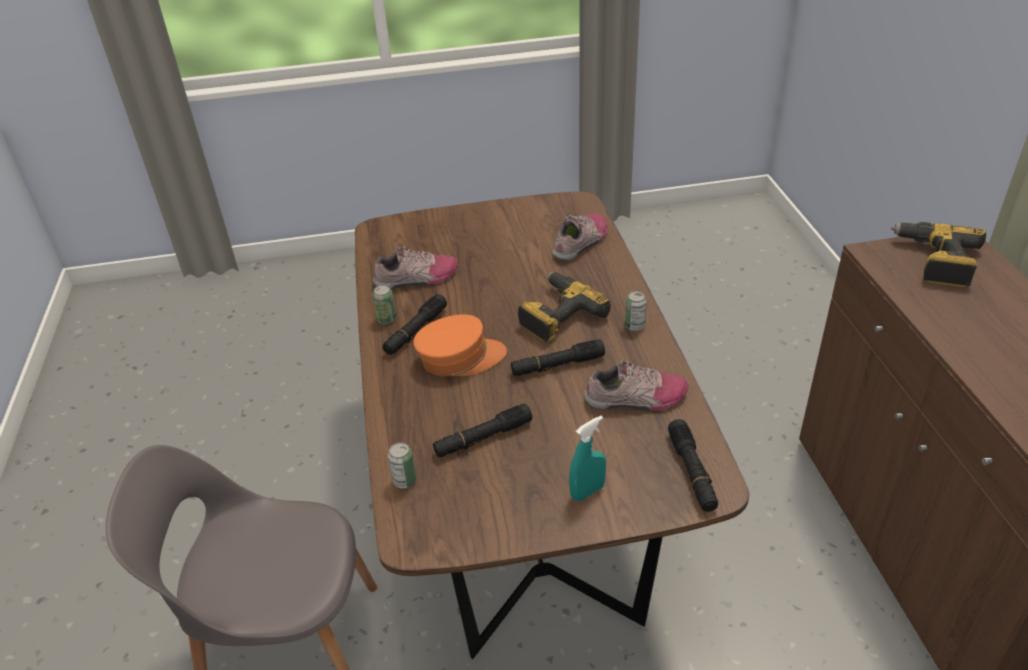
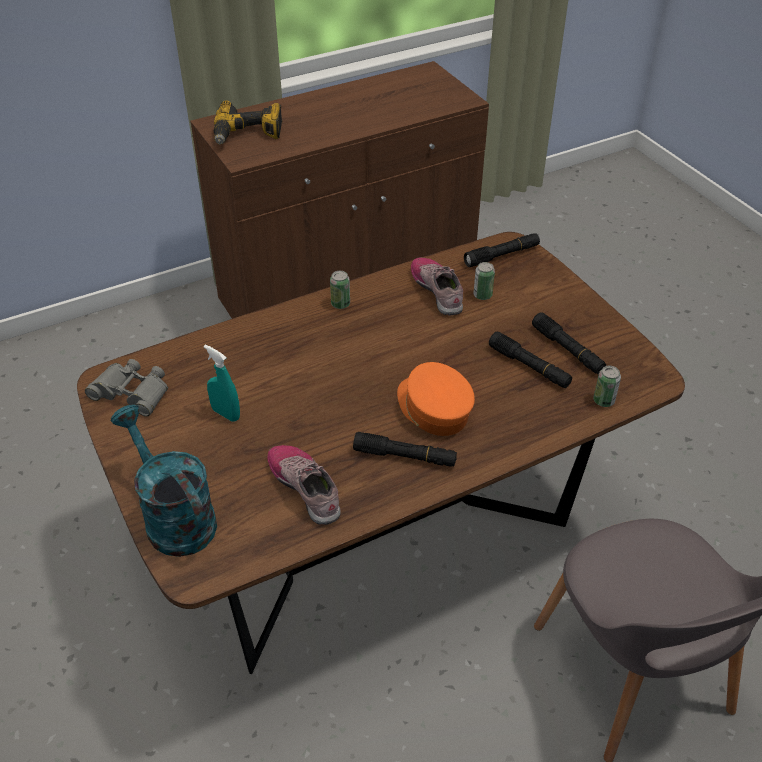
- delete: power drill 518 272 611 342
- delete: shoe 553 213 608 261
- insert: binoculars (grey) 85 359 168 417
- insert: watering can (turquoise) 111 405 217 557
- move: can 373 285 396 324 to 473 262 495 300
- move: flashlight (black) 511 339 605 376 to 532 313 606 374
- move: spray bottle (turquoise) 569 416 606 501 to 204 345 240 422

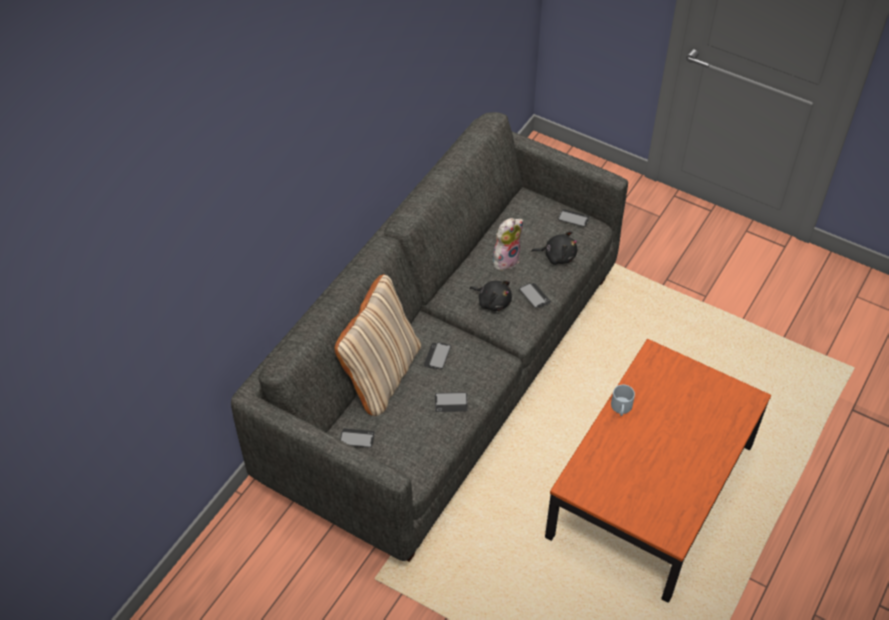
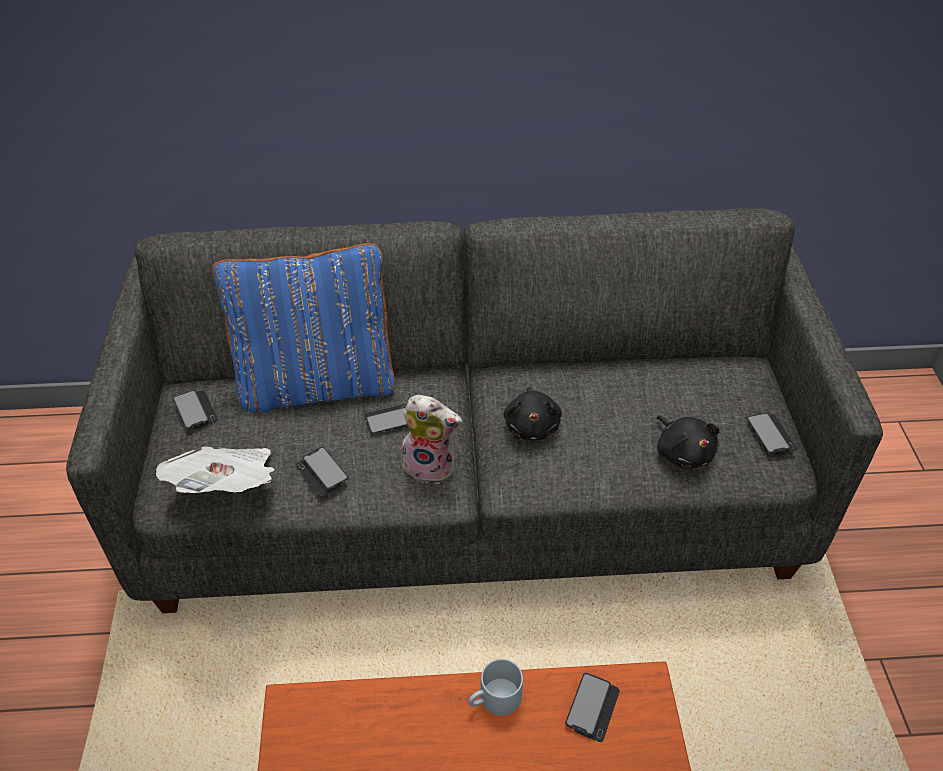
- insert: newspaper 156 446 275 493
- move: plush toy 493 218 523 270 to 402 395 463 484
- move: phone 519 283 551 308 to 565 673 620 742
- recolor: pillow (beige) 334 274 421 416 to pillow (blue) 212 243 395 413

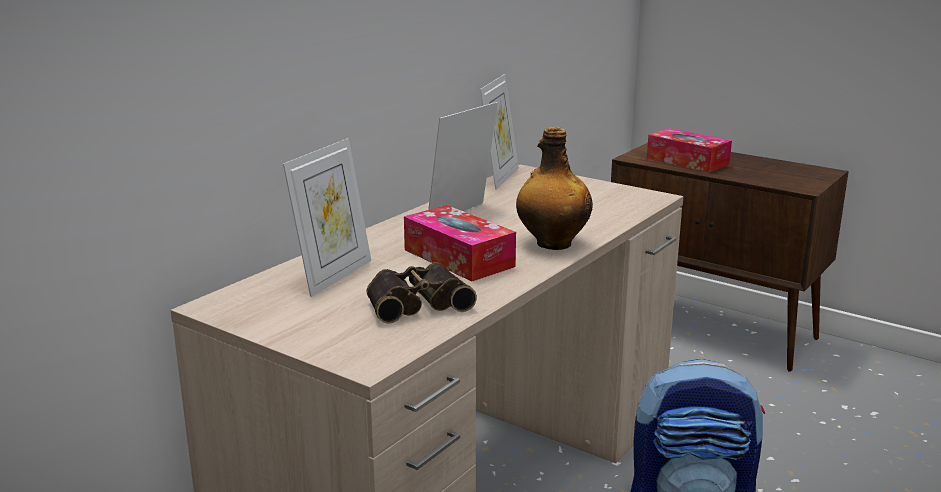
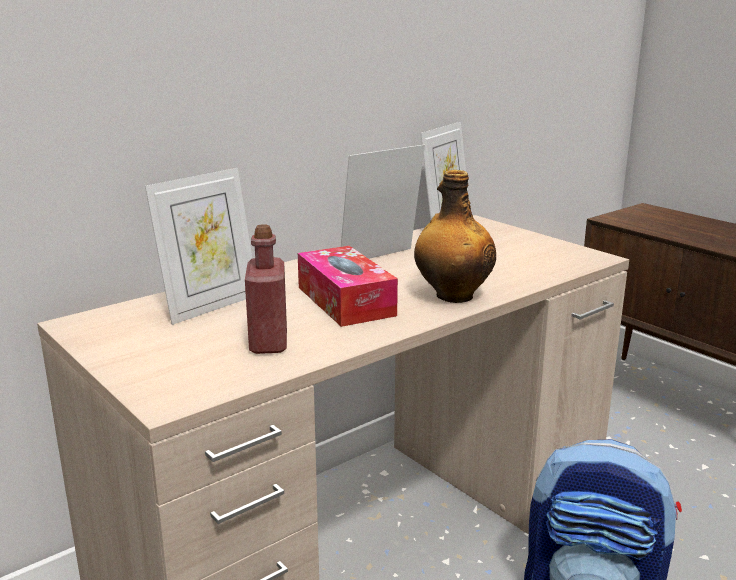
- delete: tissue box 647 128 732 173
- replace: binoculars 367 262 477 324 to bottle (red) 245 224 287 354

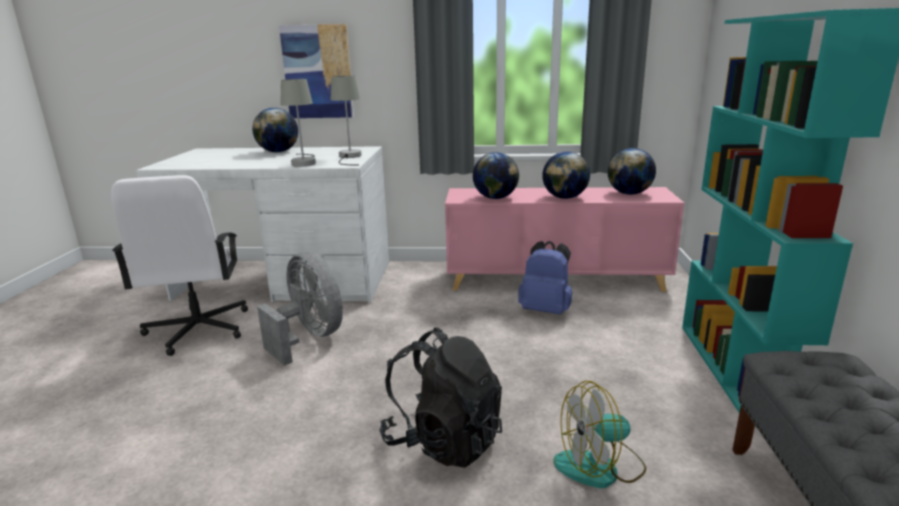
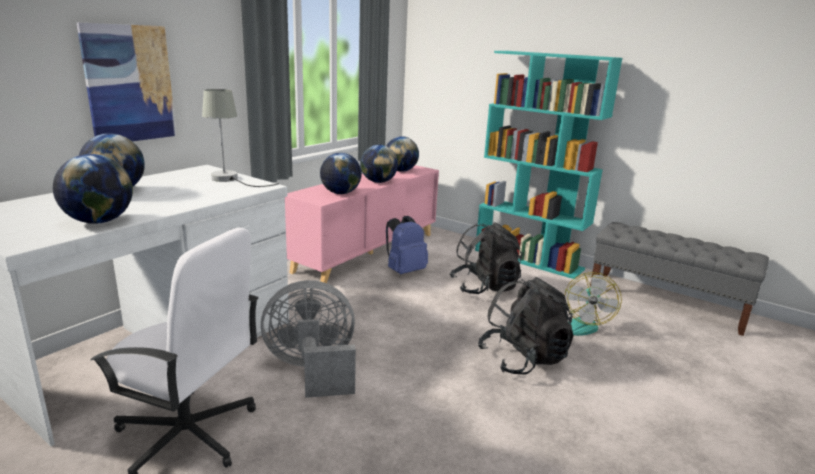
- delete: table lamp (grey) 280 79 316 167
- insert: globe 53 154 133 224
- insert: backpack (black) 450 222 523 294

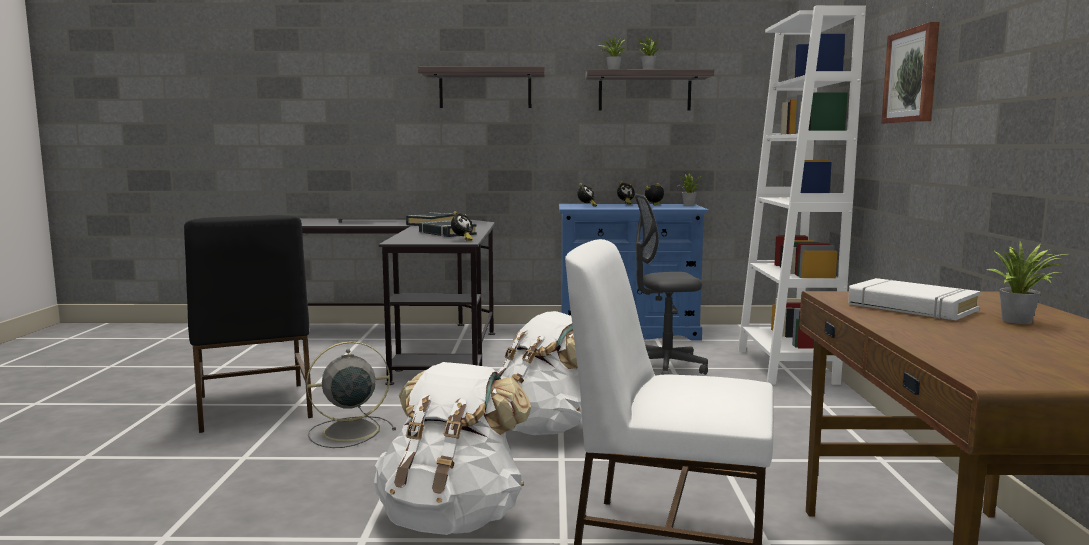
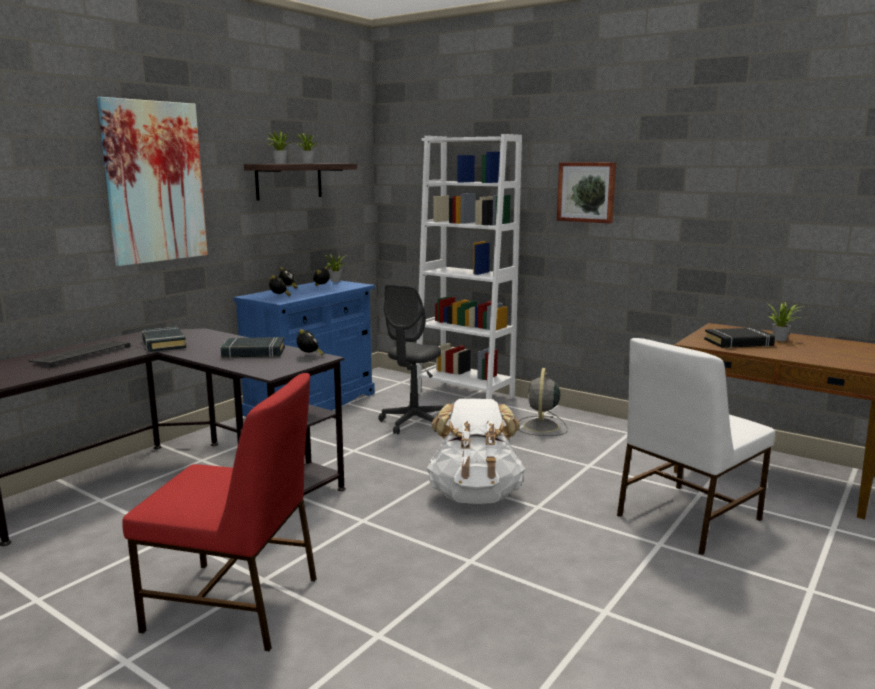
- delete: backpack (white) 374 362 531 535
- move: fan (grey) 306 341 396 448 to 519 368 568 436
- replace: shelf 418 66 545 108 to picture 97 97 208 266
- recolor: chair (black) 184 215 313 433 to chair (red) 122 373 317 651
- recolor: book (white) 848 278 981 320 to book (black) 704 328 775 348

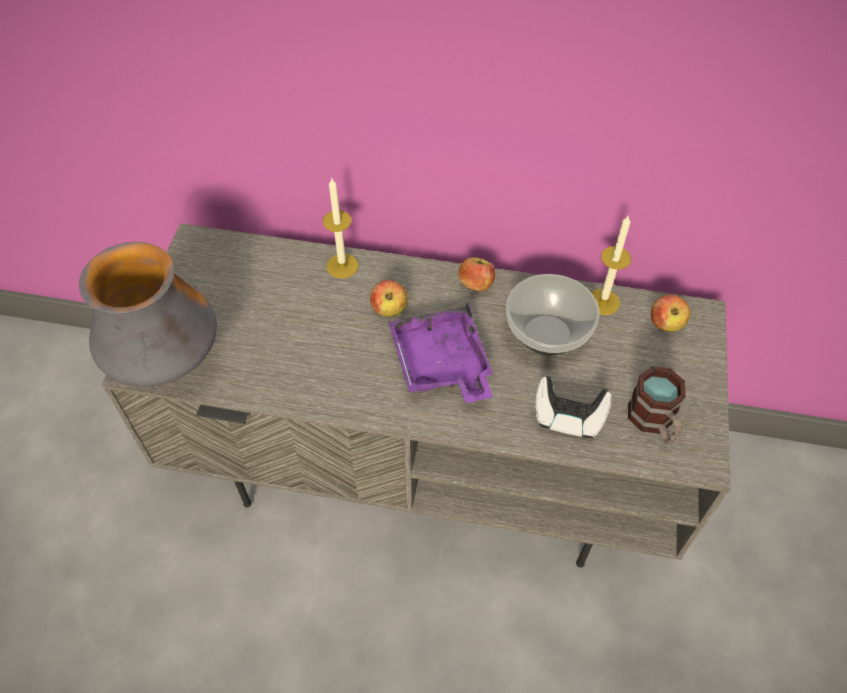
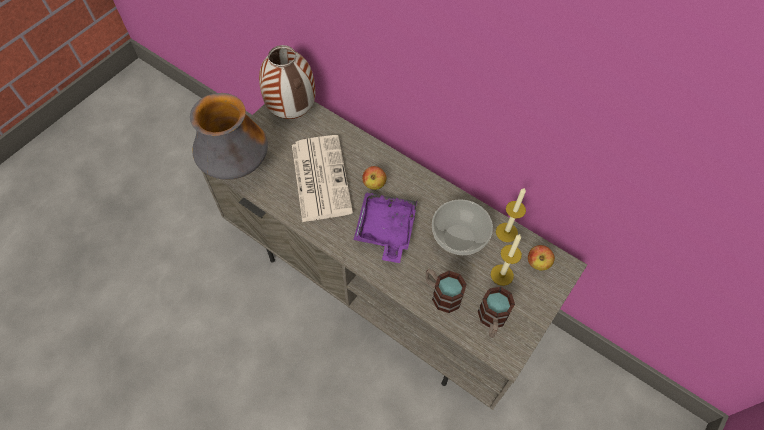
- delete: apple 458 257 495 292
- insert: vase 259 45 315 119
- insert: newspaper 292 135 353 222
- move: candle 322 177 359 278 to 491 234 522 286
- replace: game controller 535 376 612 438 to mug 425 269 467 313

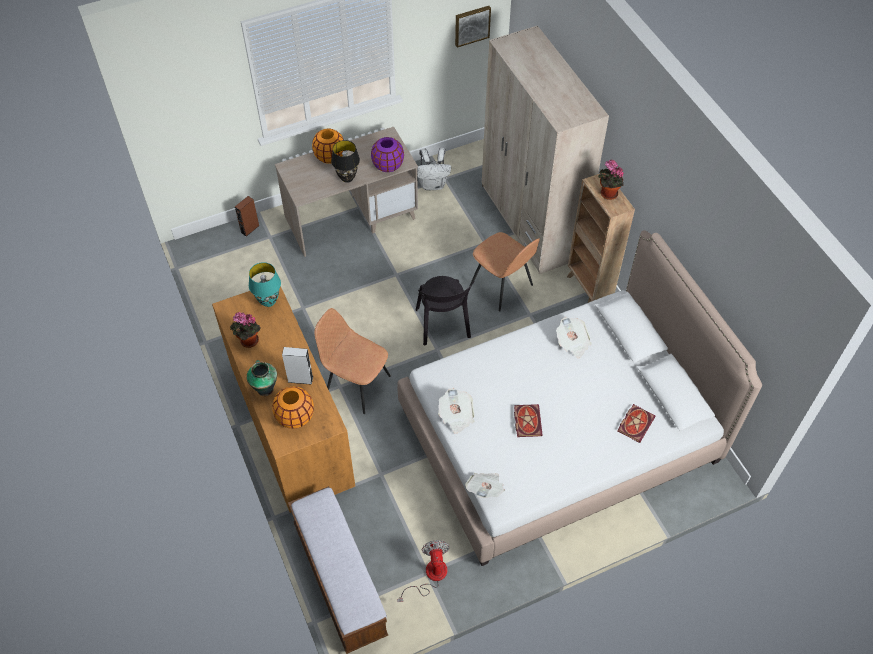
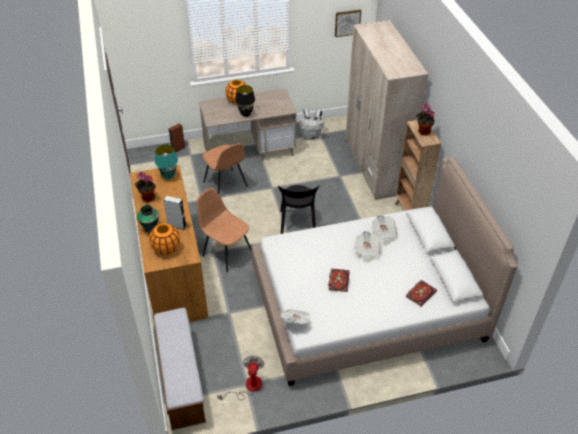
- delete: vase (purple) 371 137 404 172
- move: newspaper 438 388 474 434 to 354 231 381 263
- move: chair (brown) 469 232 540 311 to 203 143 248 194

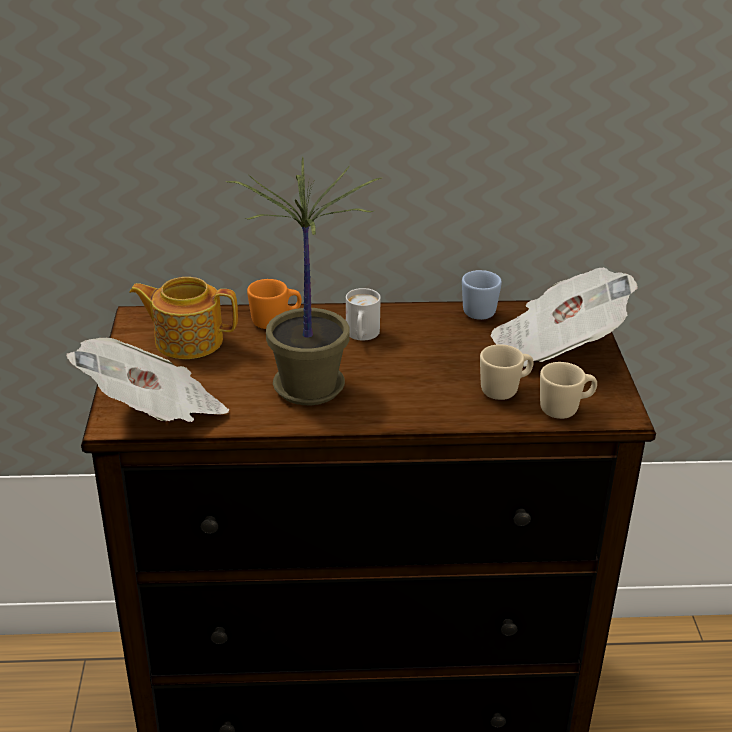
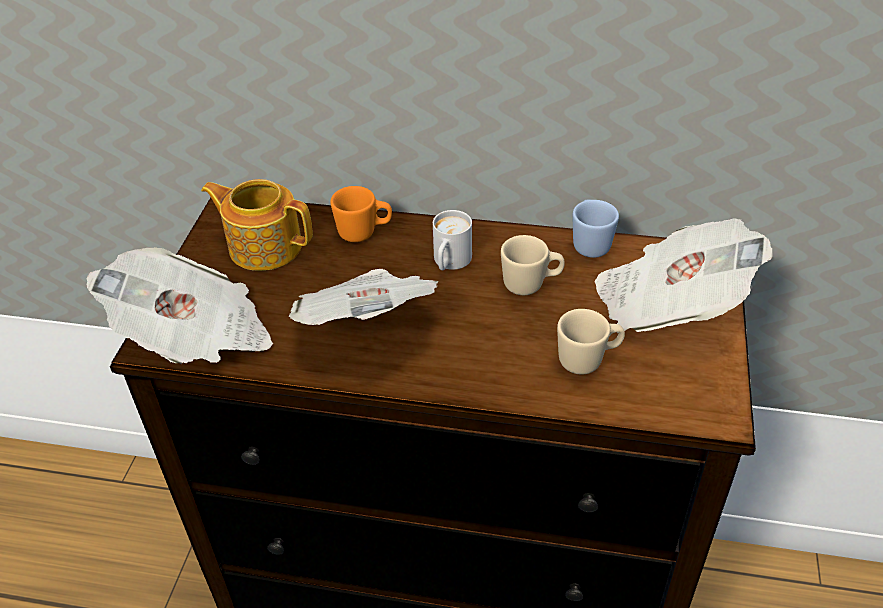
- move: mug (beige) 540 362 597 419 to 501 235 565 295
- replace: potted plant 226 156 383 405 to newspaper 289 269 439 325

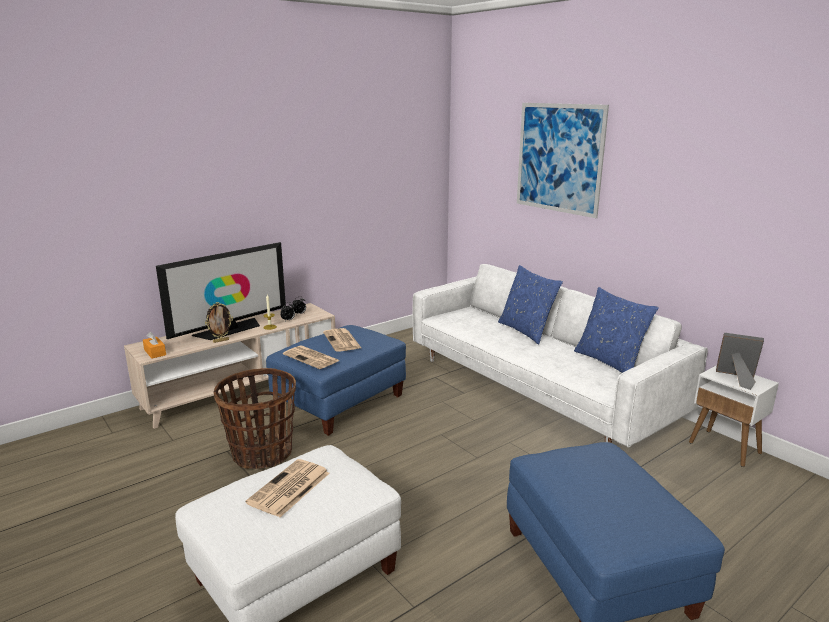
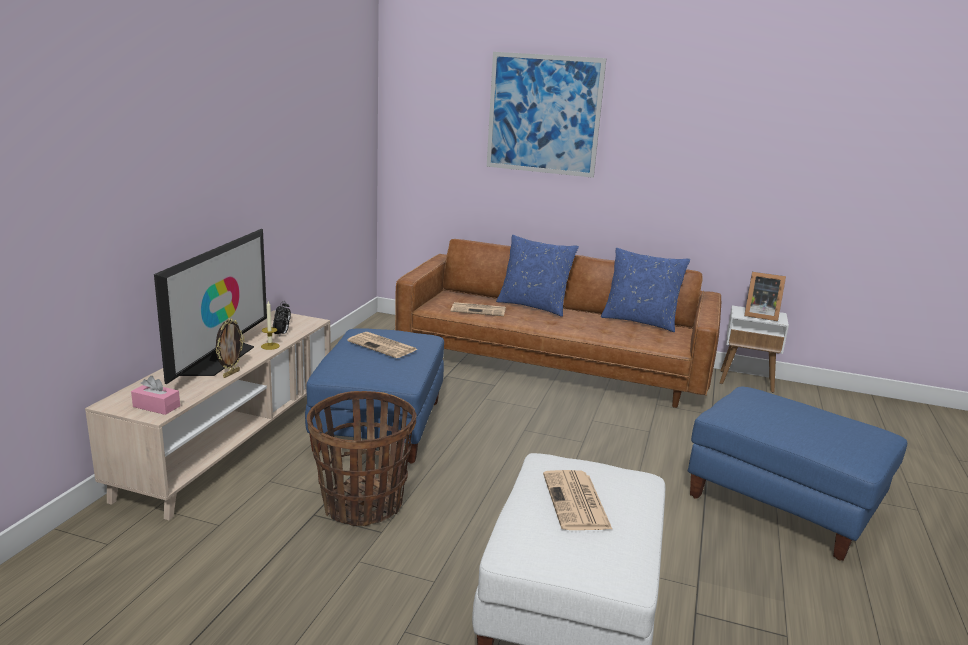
- move: newspaper 283 345 339 369 to 451 302 506 316
- recolor: tissue box (orange) 143 332 166 359 to tissue box (pink) 131 376 180 415
- recolor: sofa (white) 413 264 708 447 to sofa (brown) 395 239 721 408
- rotate: picture frame 716 333 764 390 = 744 272 786 321 150 degrees counterclockwise

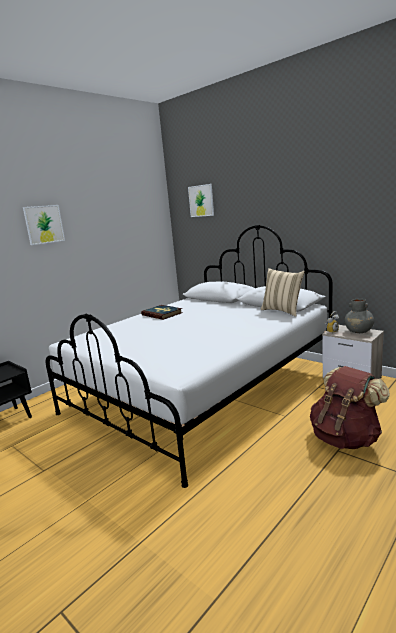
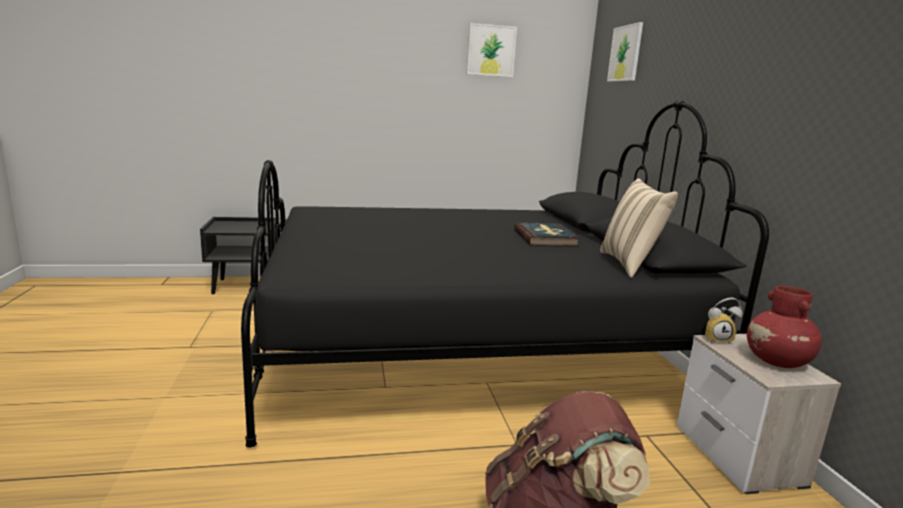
- move: picture 23 205 65 245 to 467 23 517 77
- move: book 141 305 182 320 to 514 223 580 247
- recolor: bed (white) 46 225 332 488 to bed (black) 241 101 769 448
- recolor: vase (grey) 344 299 374 333 to vase (red) 747 286 822 368

